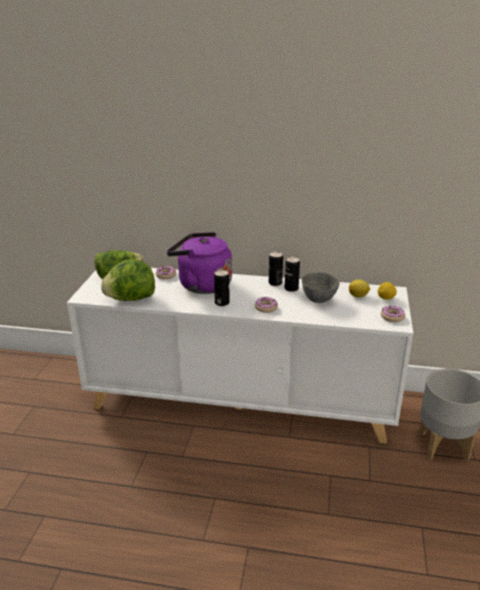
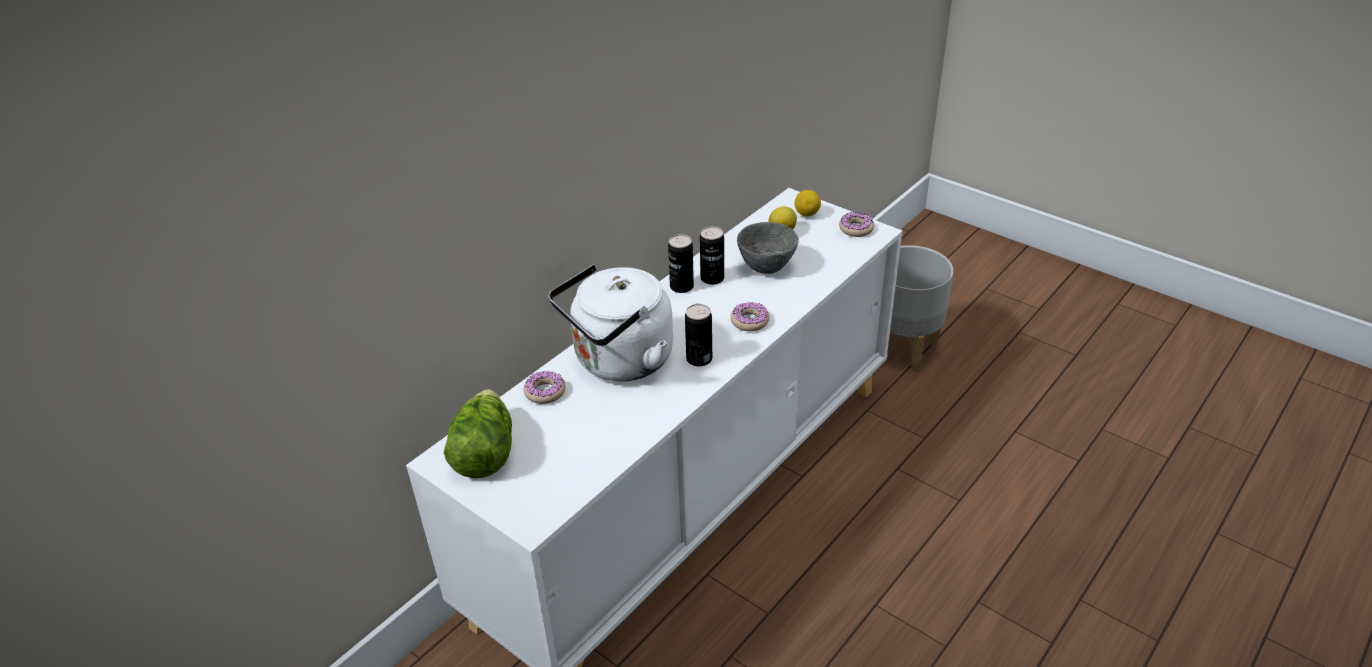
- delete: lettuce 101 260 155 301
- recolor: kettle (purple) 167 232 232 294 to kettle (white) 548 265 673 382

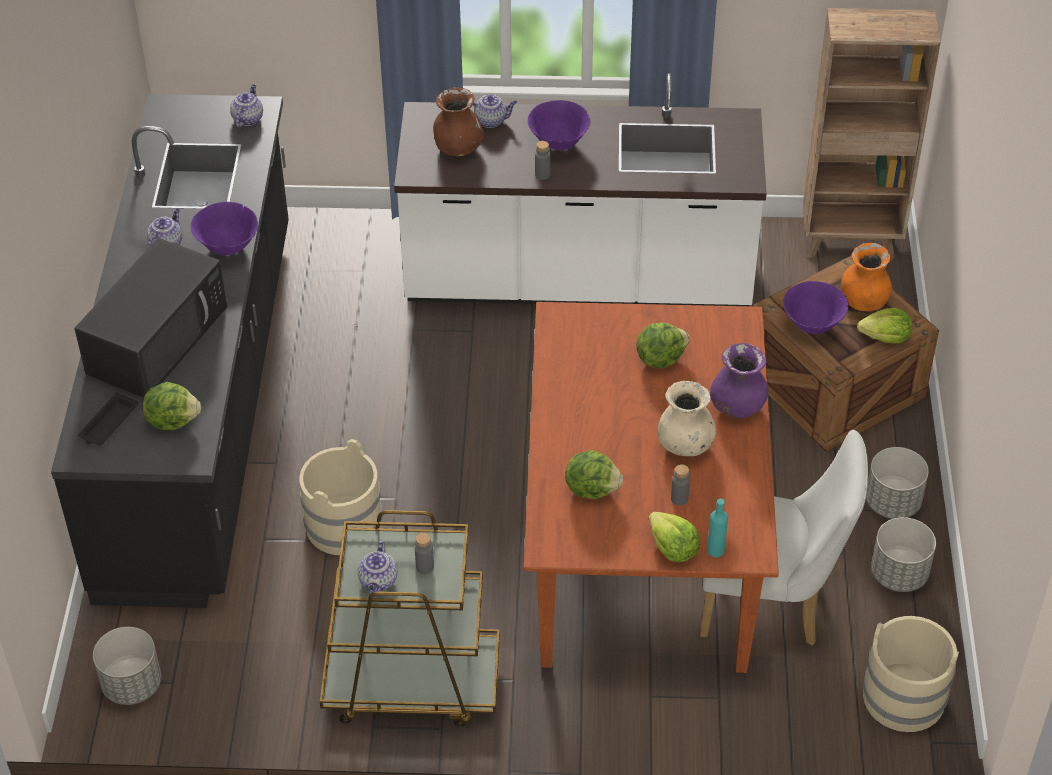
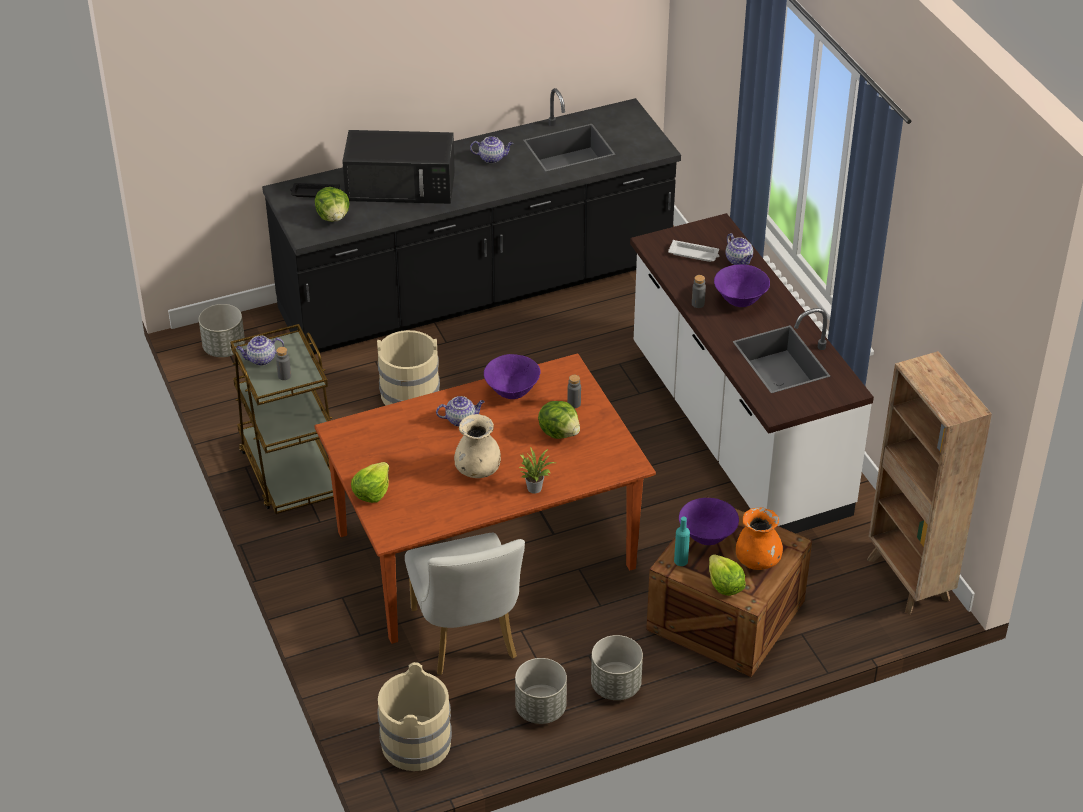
- delete: lettuce 565 450 623 499
- move: bowl (purple) 191 202 258 255 to 484 354 541 399
- move: teapot 230 84 263 127 to 436 396 485 427
- move: bottle (grey) 671 465 690 506 to 567 375 581 408
- move: bottle (turquoise) 707 499 728 557 to 674 517 690 566
- replace: vase (brown) 433 87 484 156 to tray (white) 668 240 719 262
- replace: vase (purple) 710 343 769 418 to potted plant 518 447 555 494

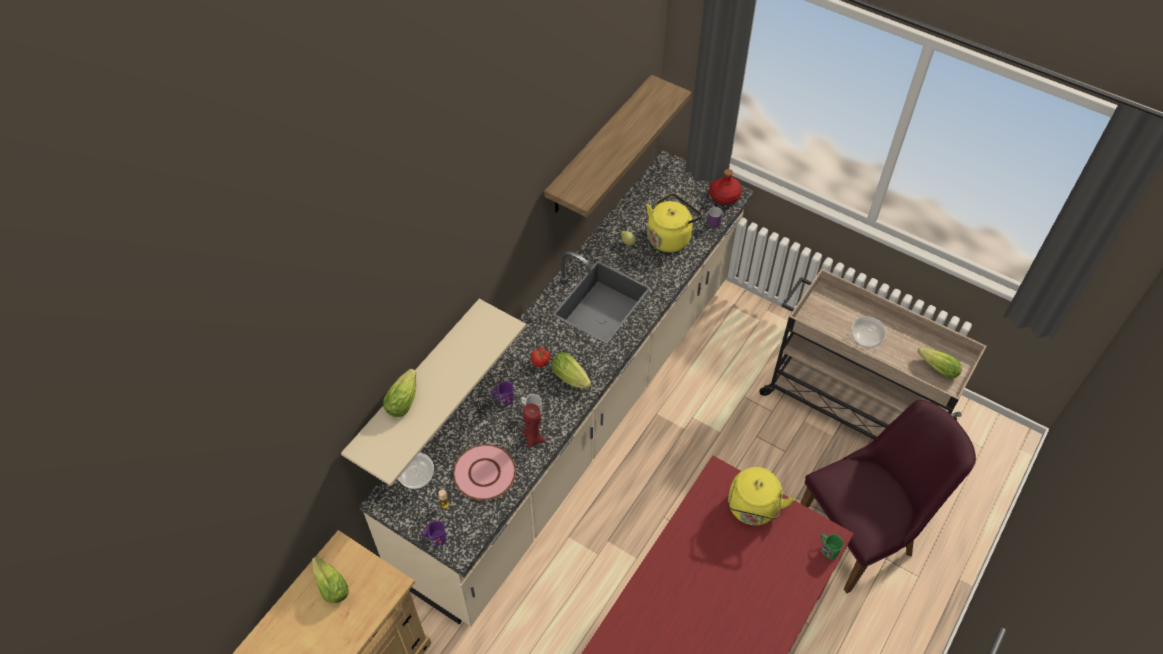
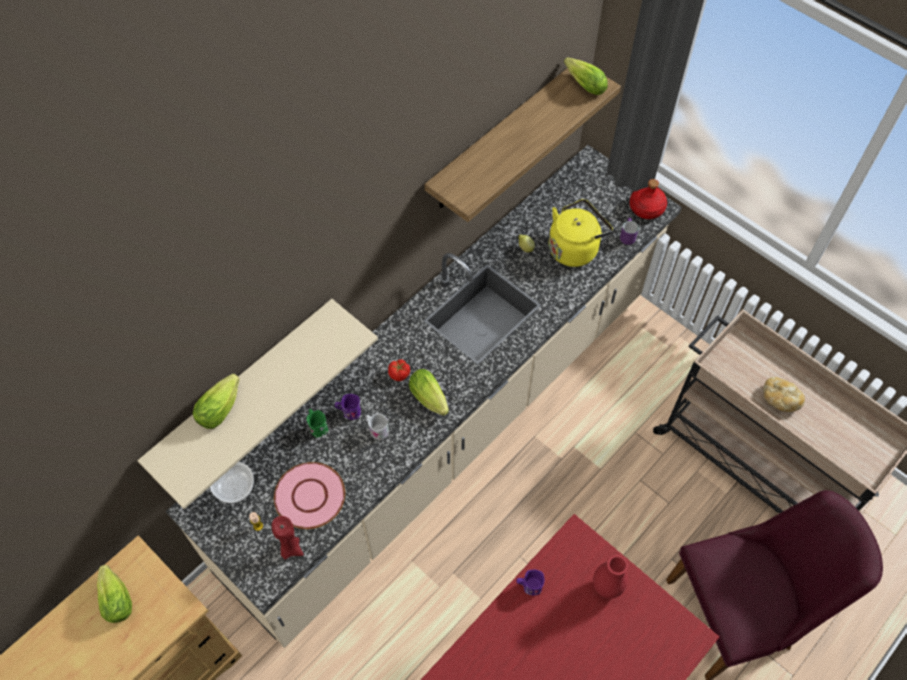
- move: mug (purple) 421 521 447 546 to 516 570 545 595
- move: candle (red) 522 403 546 447 to 272 516 304 560
- move: mug (green) 820 534 844 560 to 306 409 328 438
- move: lettuce 918 347 962 378 to 564 57 608 95
- replace: kettle (yellow) 728 467 795 525 to vase (red) 593 555 628 599
- replace: bowl 852 316 886 347 to bread 763 377 805 412

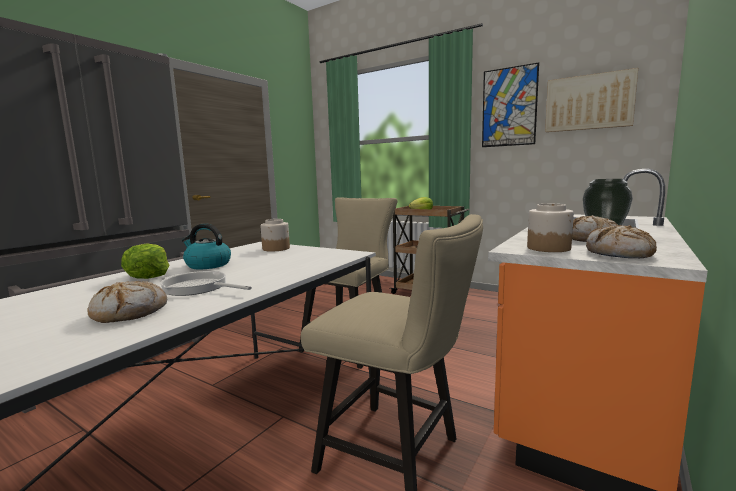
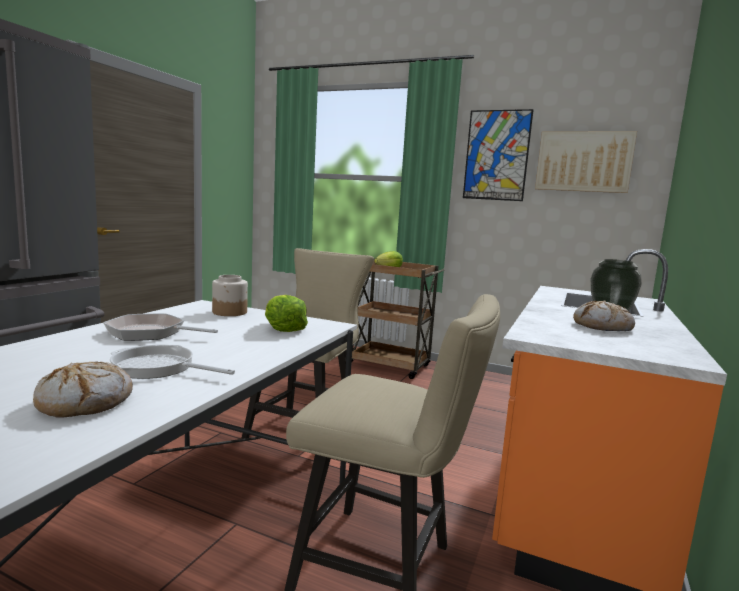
- delete: jar 527 204 574 252
- delete: bread 586 225 657 258
- move: lettuce 121 243 169 279 to 265 295 308 332
- replace: kettle 182 223 231 269 to frying pan 103 314 218 341

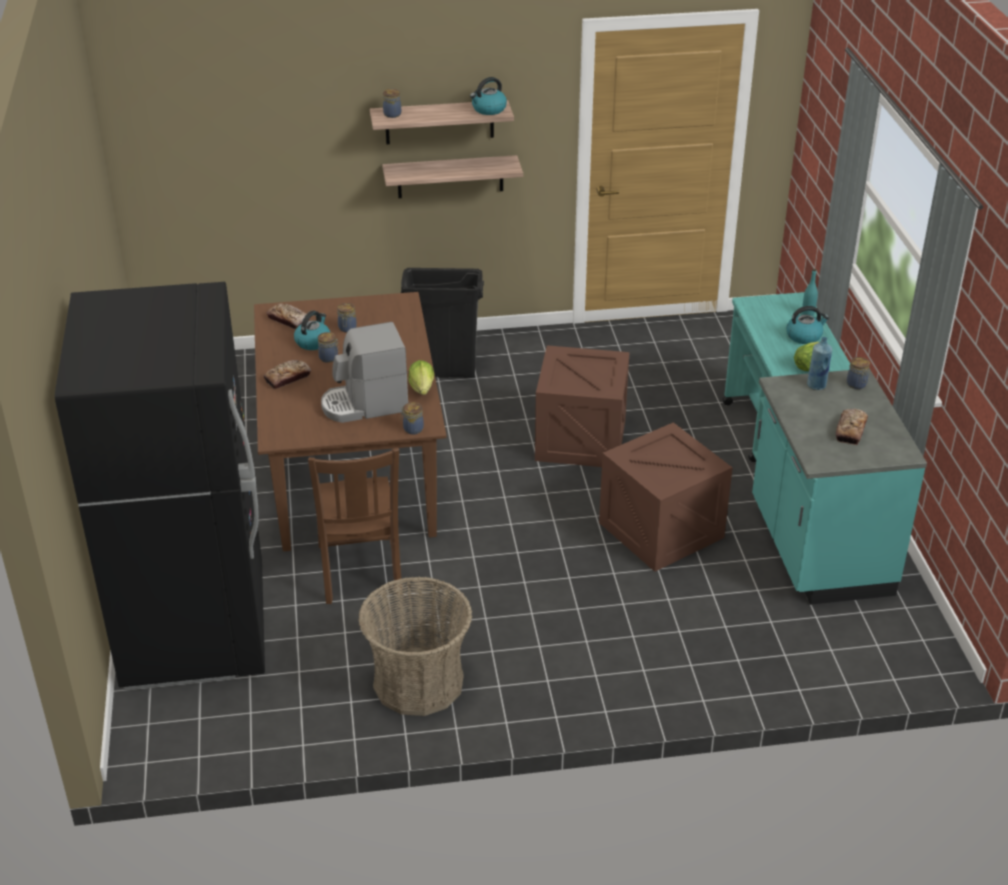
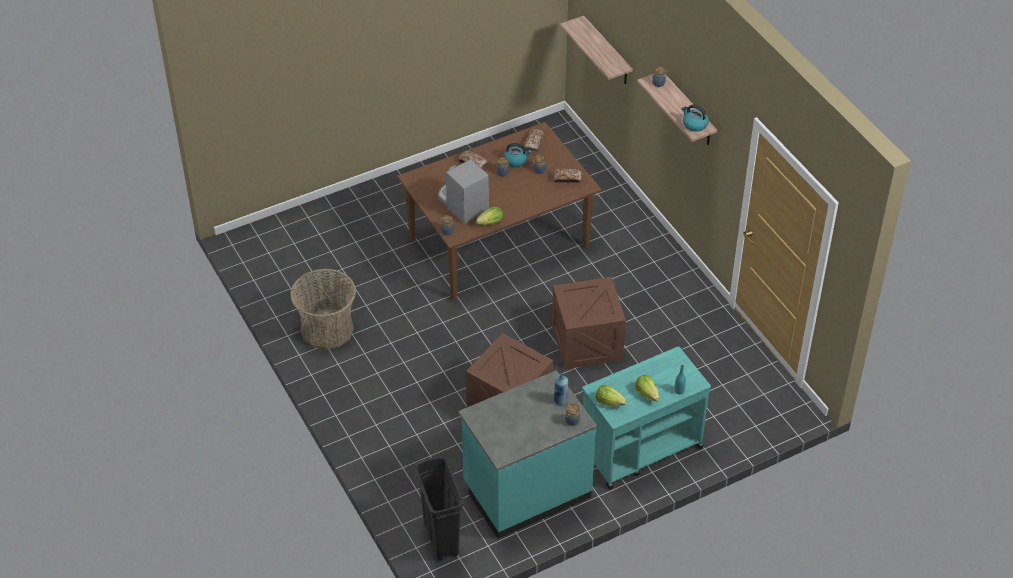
- delete: fridge (black) 55 282 265 690
- delete: chair (brown) 308 448 402 604
- move: shelf 382 155 523 198 to 560 16 633 84
- move: trash can (black) 400 268 484 378 to 413 455 464 561
- move: bread 836 409 868 445 to 553 168 581 183
- replace: kettle 786 306 829 344 to lettuce 635 375 659 402

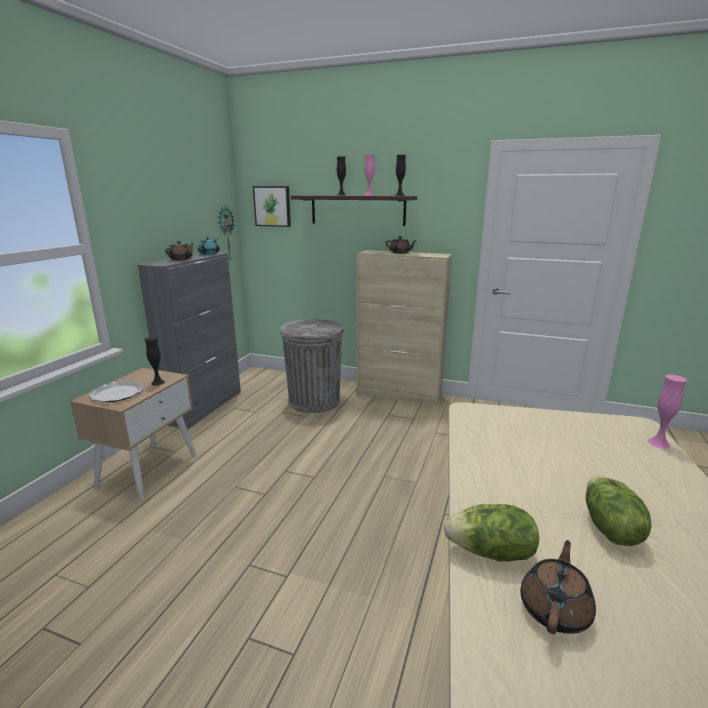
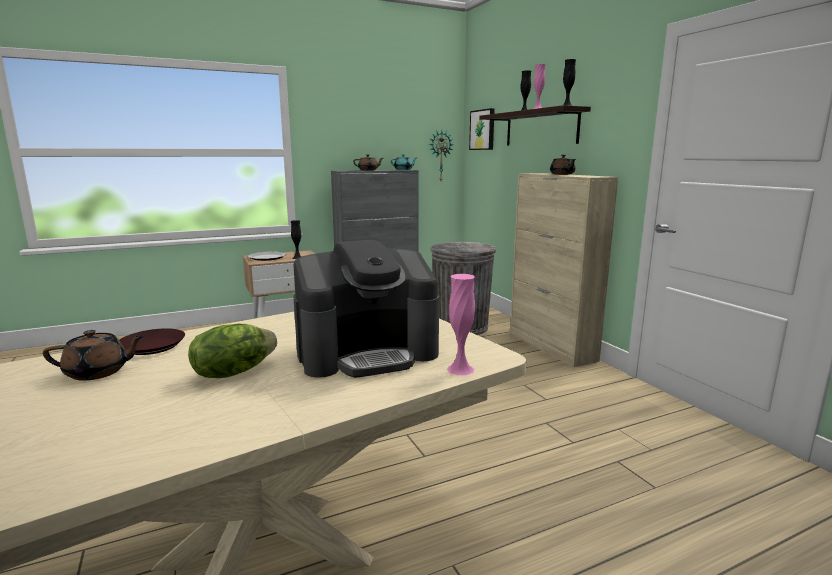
- insert: coffee machine 293 240 439 378
- replace: lettuce 444 504 539 562 to plate (brown) 119 328 185 355

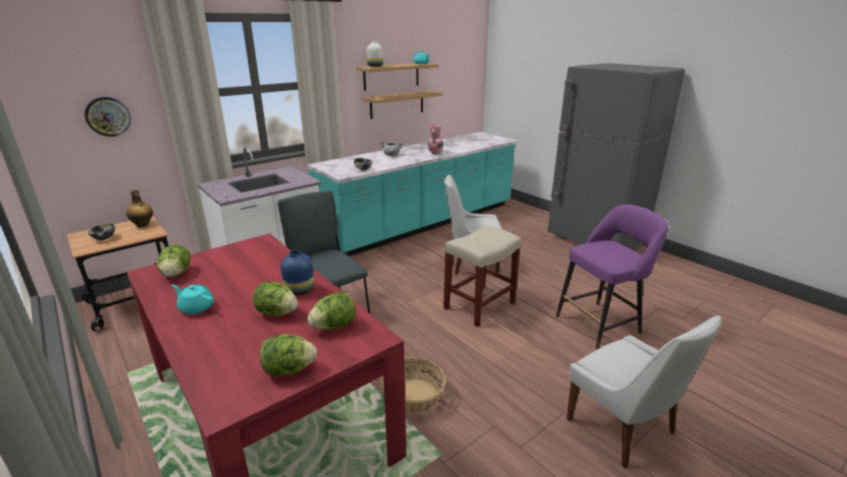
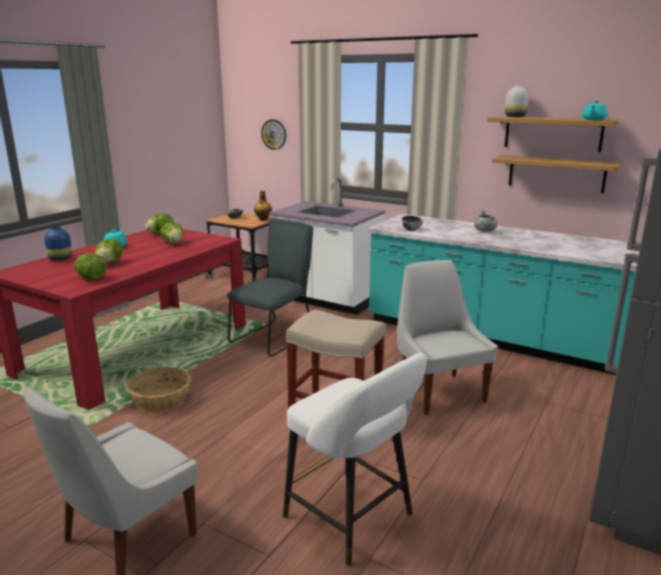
- delete: vase (pink) 428 125 443 154
- move: lettuce 260 334 317 376 to 160 222 184 244
- move: vase (blue) 281 250 314 296 to 44 226 72 261
- recolor: stool (purple) 556 204 668 349 to stool (white) 283 353 427 566

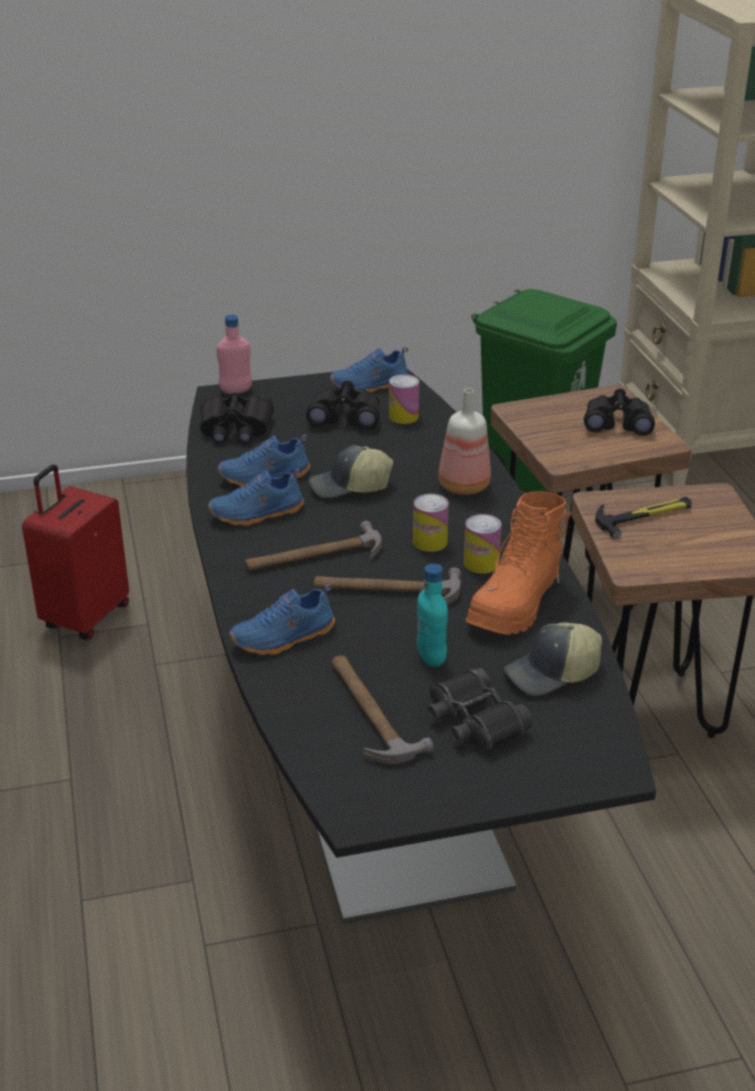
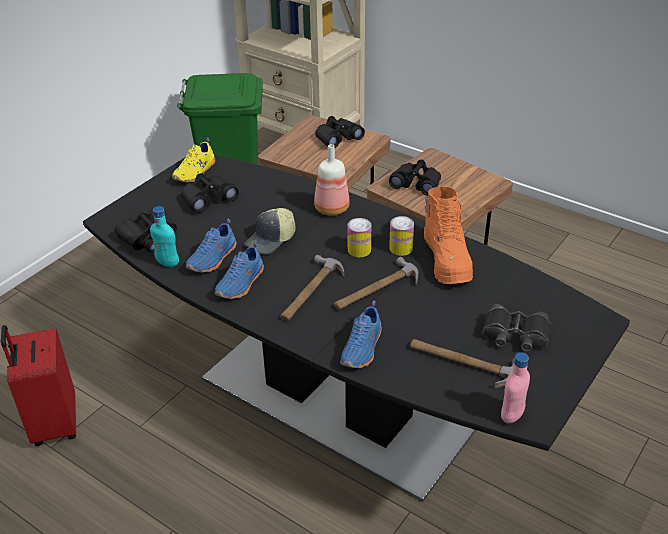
- delete: can 389 374 419 424
- delete: cap 503 622 602 696
- move: bottle (pink) 217 315 252 394 to 501 352 530 423
- move: bottle (turquoise) 417 564 448 667 to 150 206 179 267
- replace: hammer 595 496 691 539 to binoculars (black) 389 160 441 196
- recolor: shoe (blue) 330 347 409 393 to shoe (yellow) 172 138 215 182

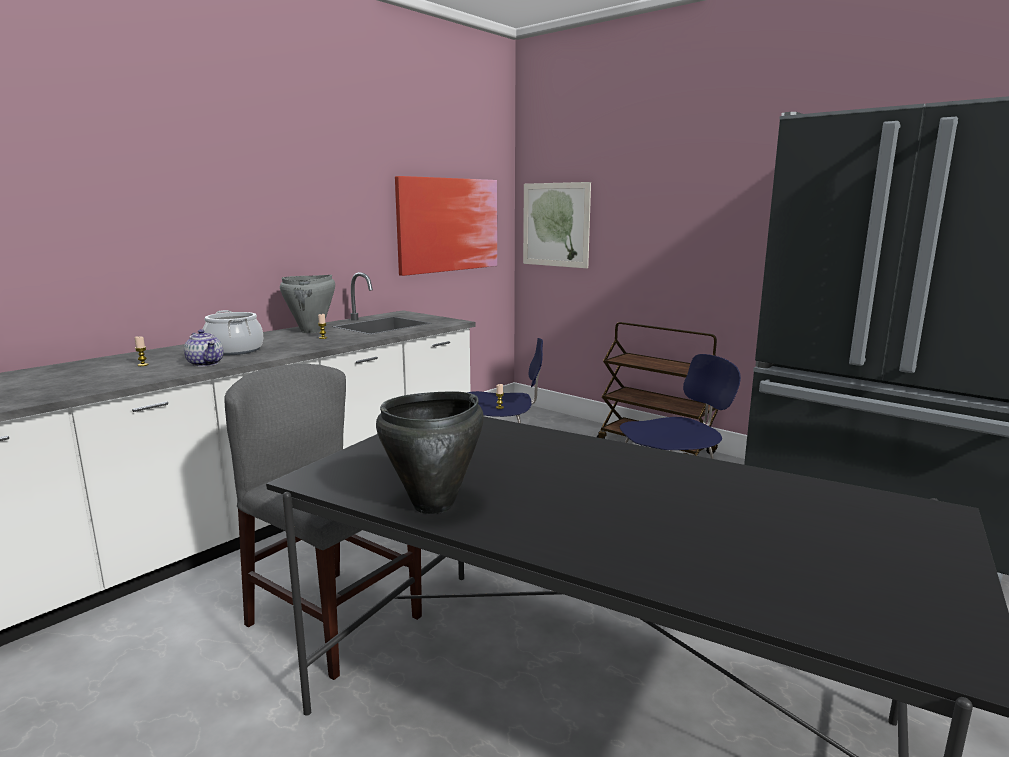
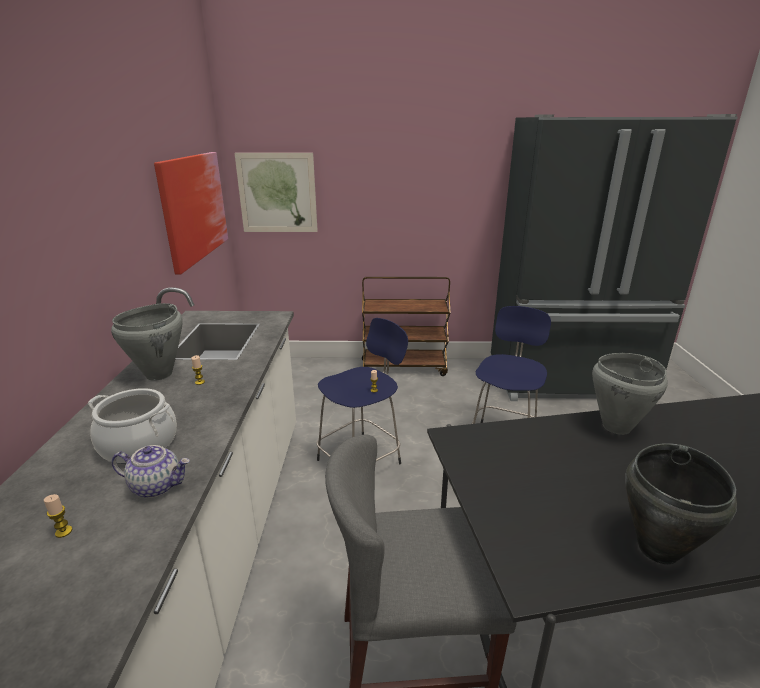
- insert: cooking pot (grey) 592 353 668 435

